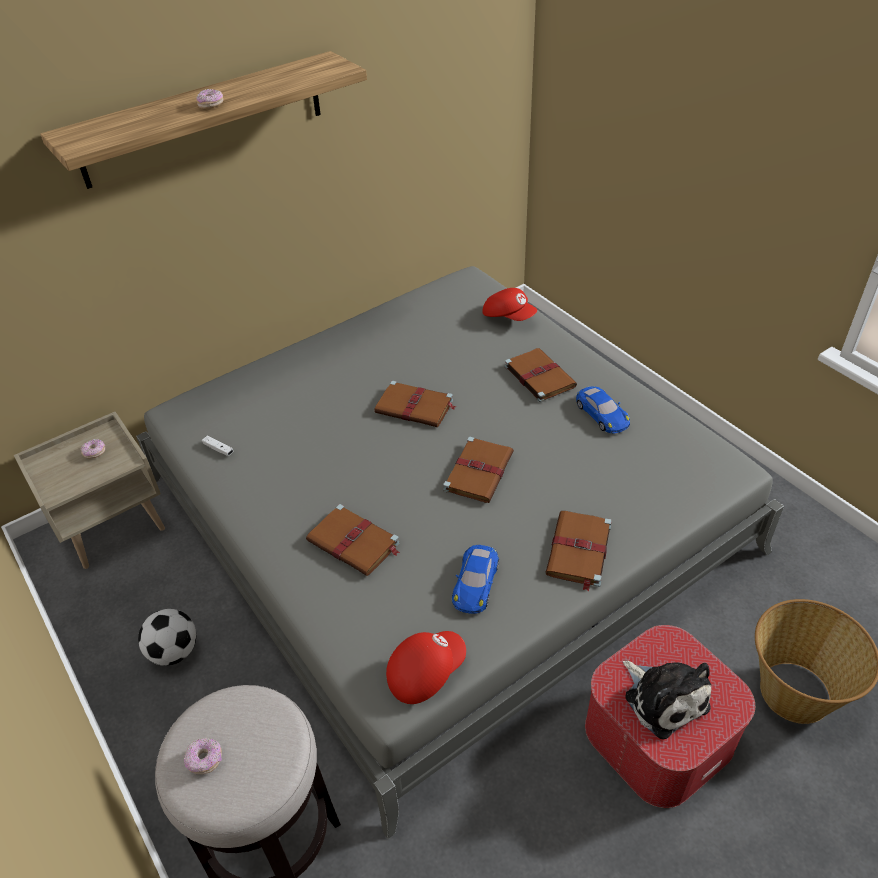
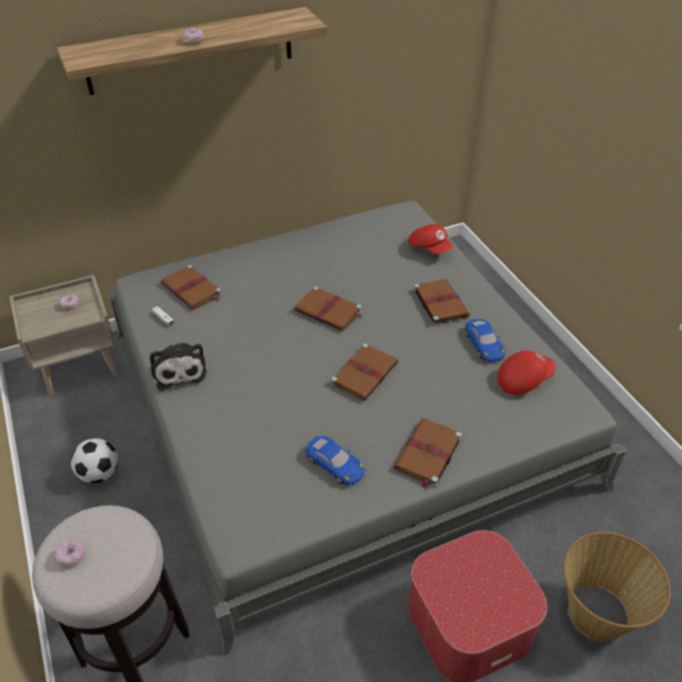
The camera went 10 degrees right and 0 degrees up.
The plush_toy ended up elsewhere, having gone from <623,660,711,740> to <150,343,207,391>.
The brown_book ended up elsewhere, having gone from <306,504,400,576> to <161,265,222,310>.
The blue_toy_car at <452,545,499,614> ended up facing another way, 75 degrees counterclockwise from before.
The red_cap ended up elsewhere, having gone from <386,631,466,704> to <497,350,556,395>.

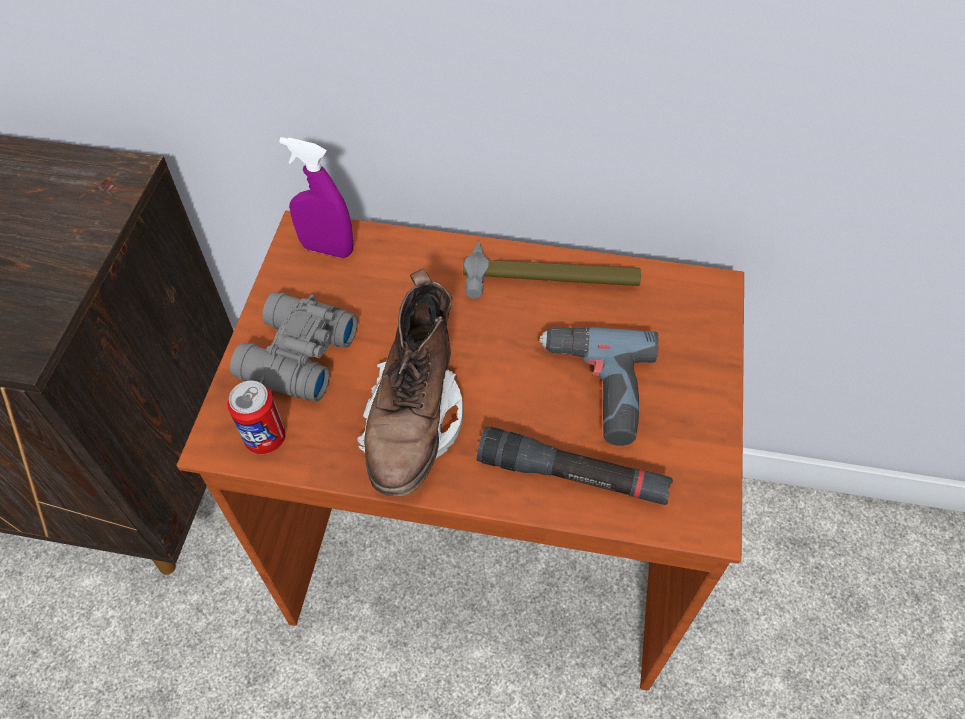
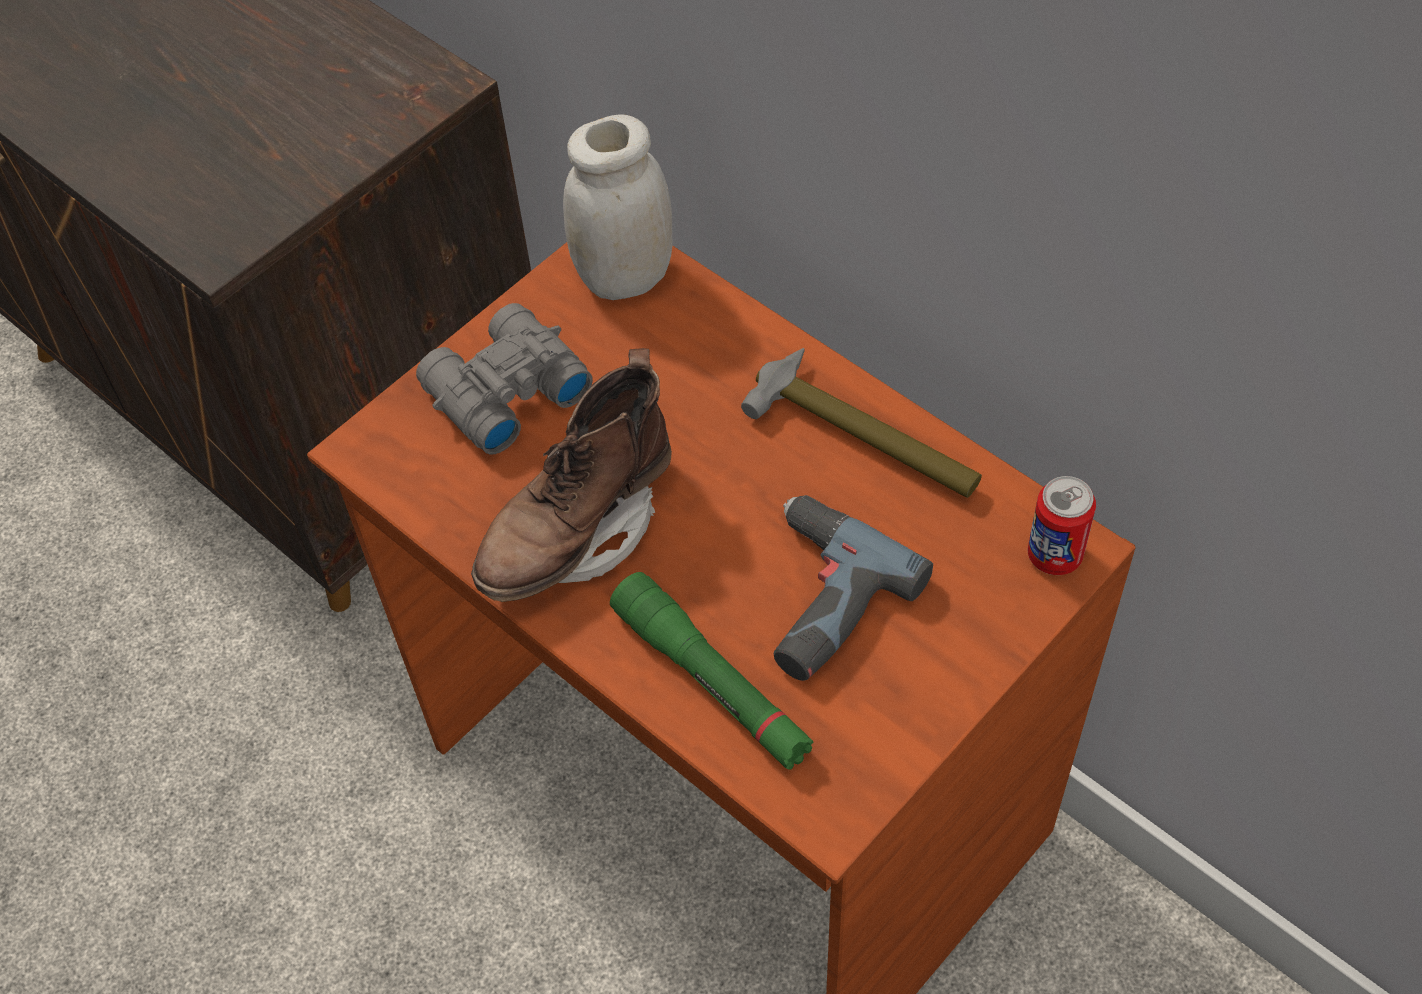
The camera went 35 degrees right and 0 degrees up.
Where the purple_spray_bottle stood at <279,137,353,258>, the white_jar came to stand at <563,114,673,300>.
What was the black_flashlight at <477,426,673,505> turned into the green_flashlight at <610,572,814,769>.
The can ended up elsewhere, having gone from <227,381,286,454> to <1028,476,1096,575>.

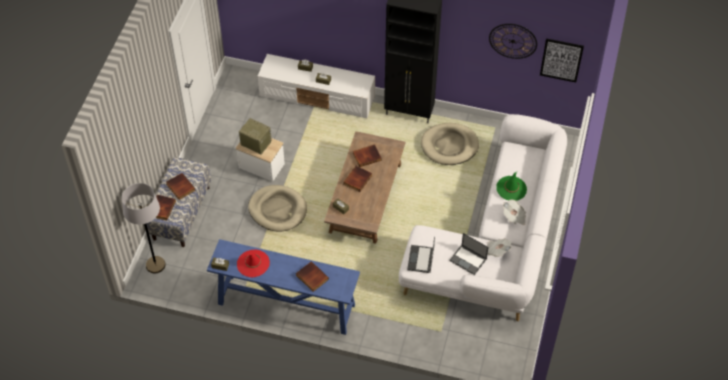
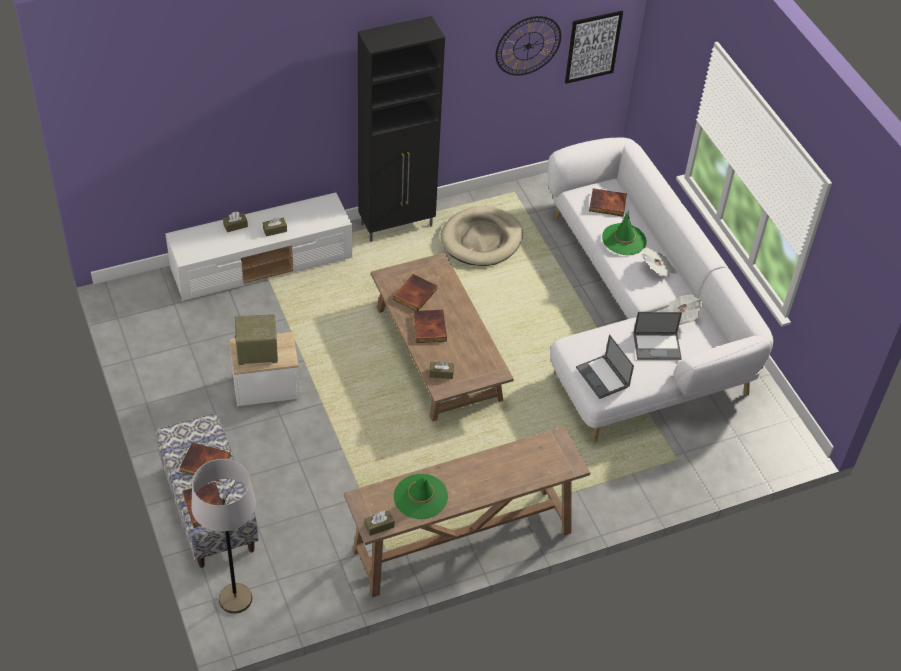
The camera went 40 degrees left and 5 degrees down.
What was the blue_console_table at <207,239,360,335> turned into the brown_console_table at <344,426,591,598>.
What was the red_hat at <237,250,270,277> turned into the green_hat at <394,474,448,519>.
The book ended up elsewhere, having gone from <296,261,329,292> to <589,188,627,216>.
The second view lost the beige_dog_bed at <248,185,307,232>.

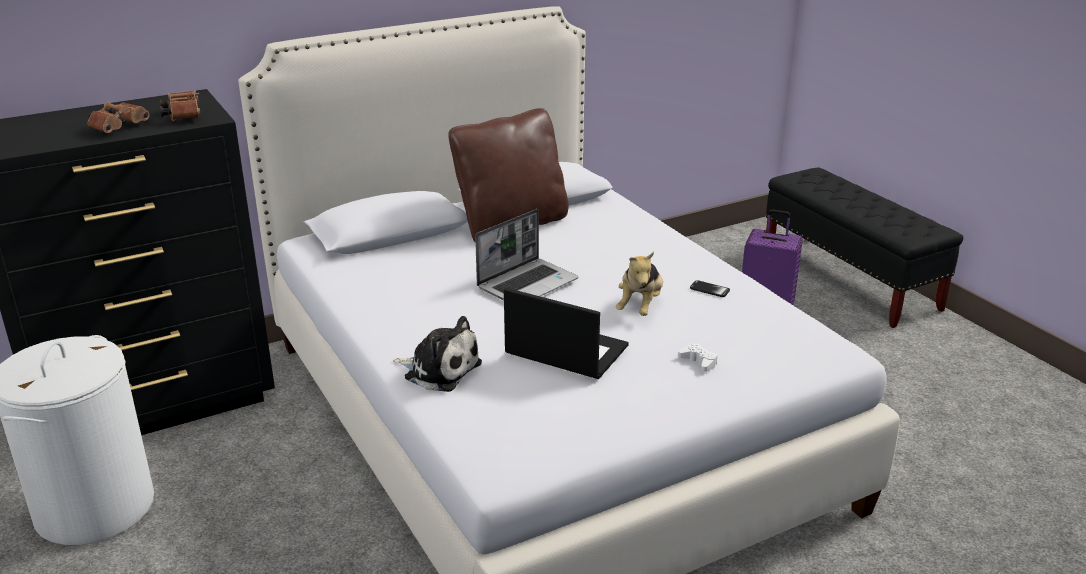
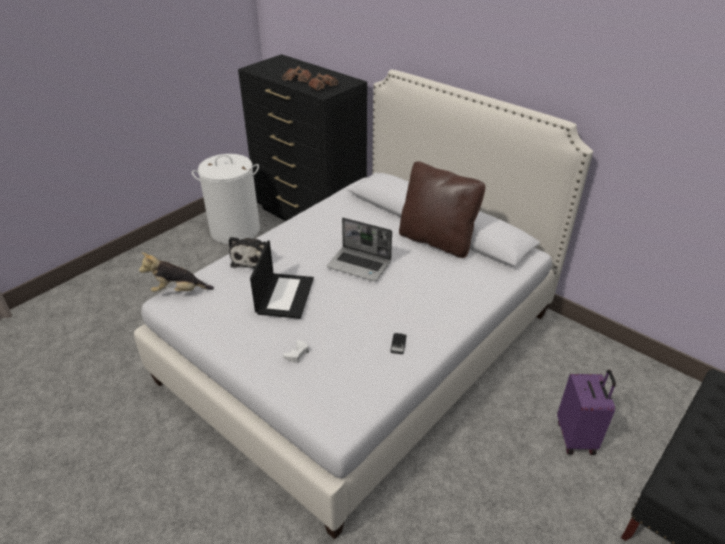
The camera went 70 degrees right and 10 degrees up.
The plush_toy ended up elsewhere, having gone from <616,252,663,316> to <139,252,214,292>.

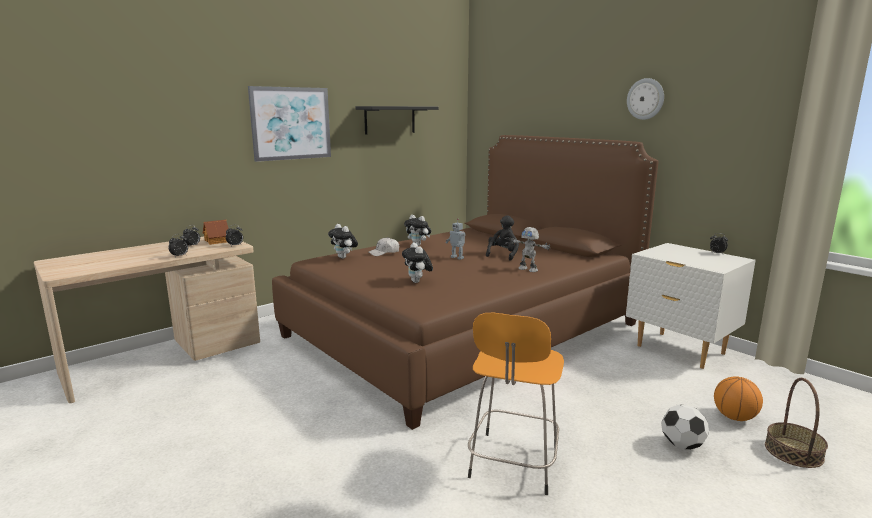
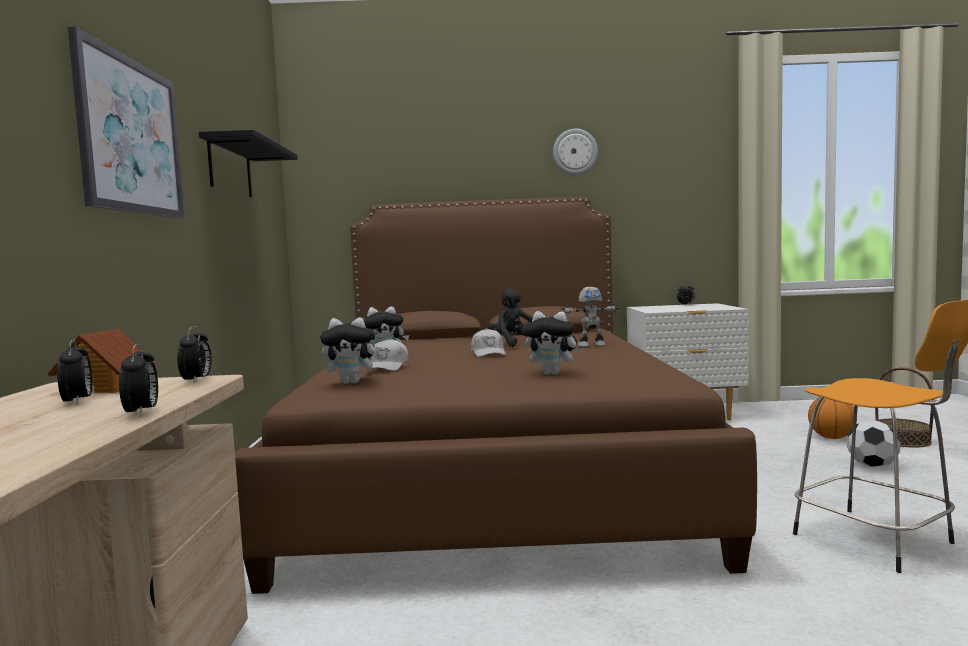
The camera went 50 degrees left and 10 degrees down.
Where the toy_robot stood at <446,219,465,260>, the white_cap came to stand at <471,328,506,357>.

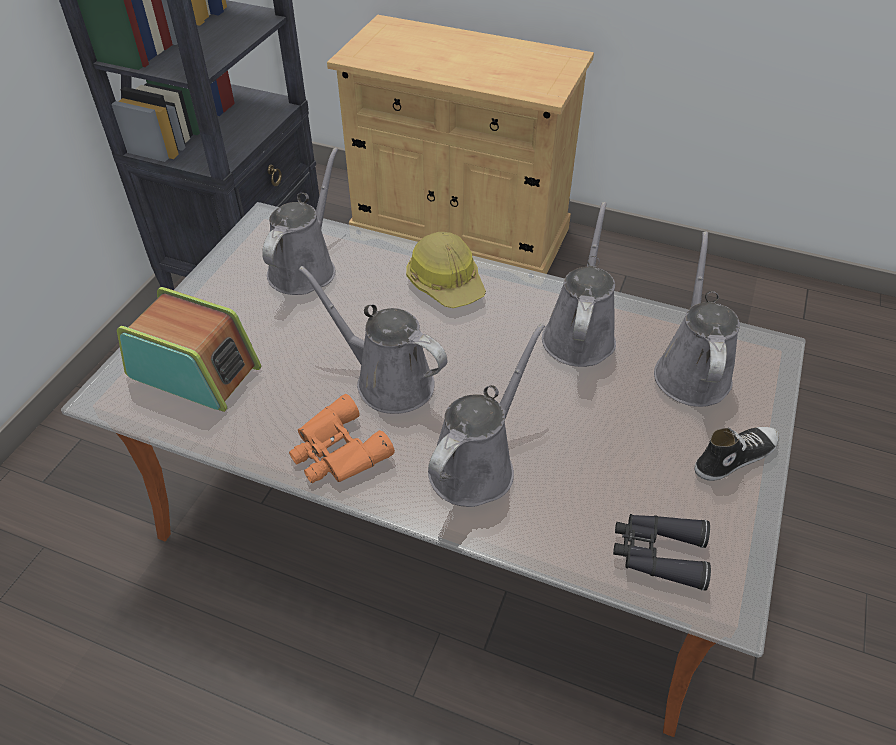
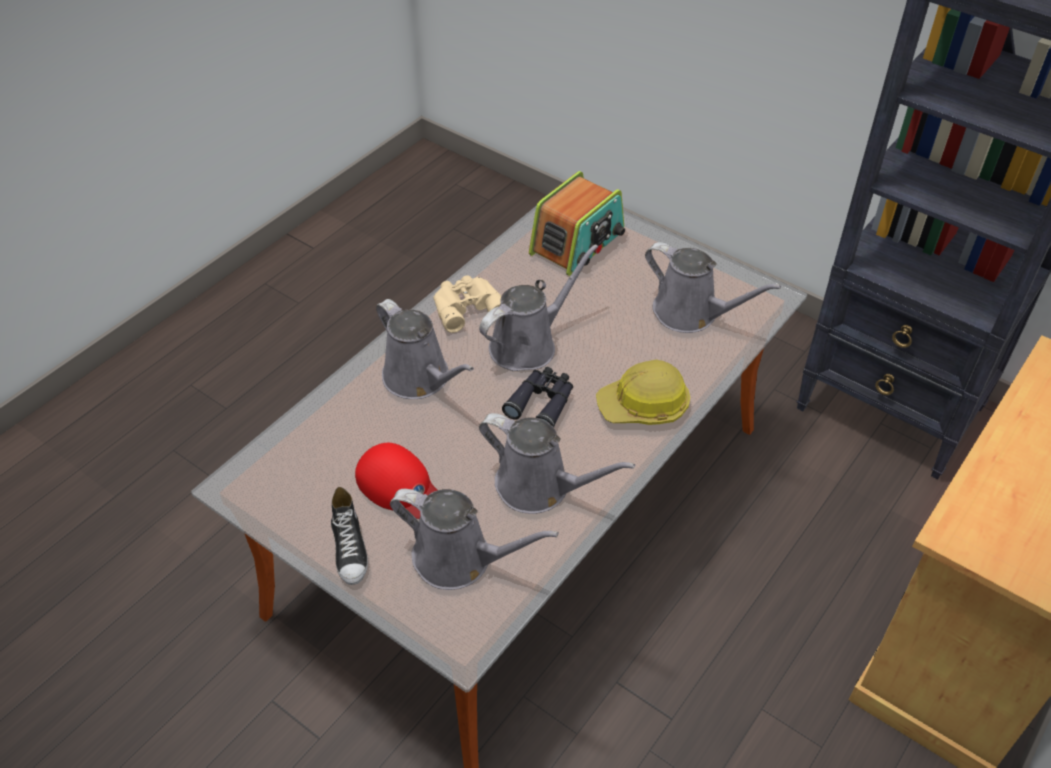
The camera went 105 degrees right and 0 degrees up.
The second view gained the red_cap at <355,443,437,519>.
What was the orange_binoculars at <289,394,395,483> turned into the beige_binoculars at <433,275,501,333>.
The black_binoculars ended up elsewhere, having gone from <613,514,711,591> to <502,367,573,427>.

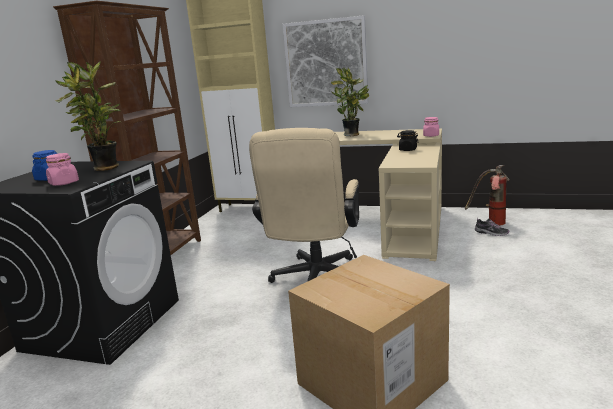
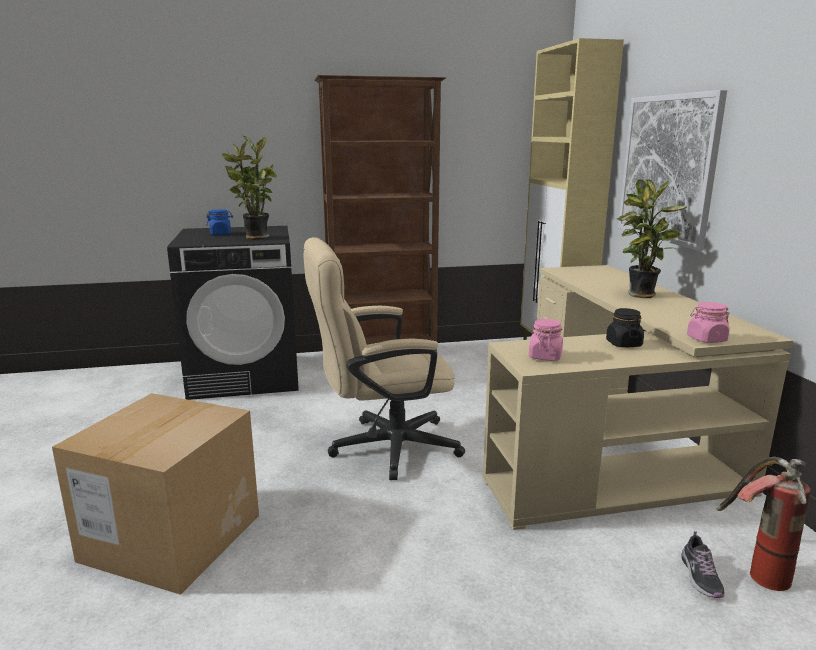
The camera went 60 degrees right and 0 degrees up.
The pink_jar ended up elsewhere, having gone from <46,153,79,186> to <529,319,563,361>.

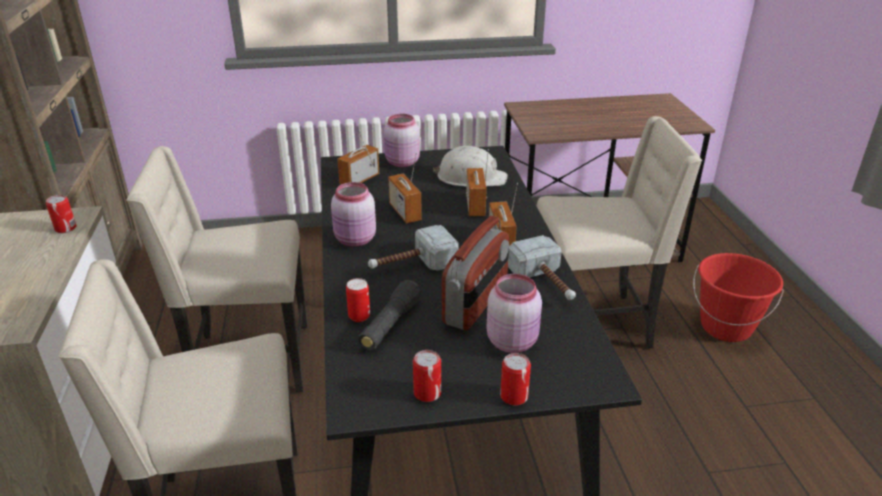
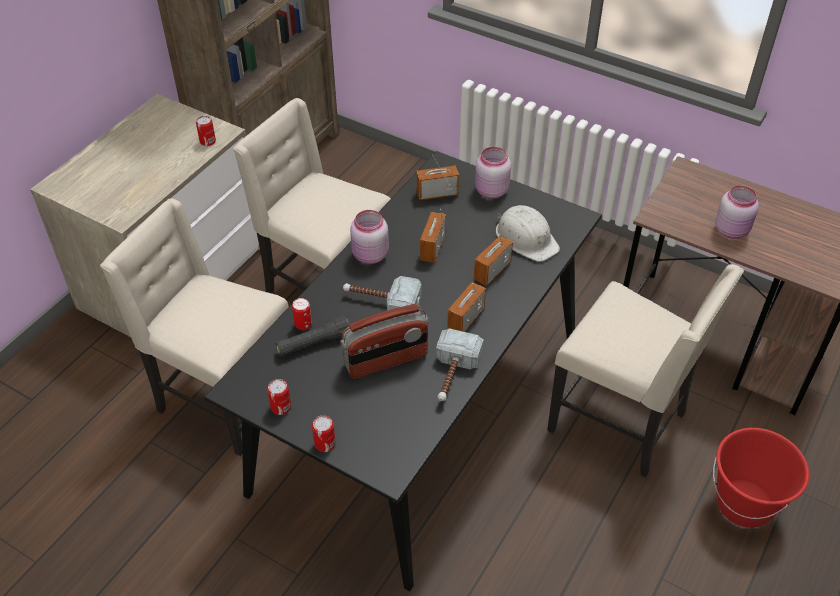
The camera went 40 degrees right and 15 degrees up.
The pink_jar ended up elsewhere, having gone from <487,274,542,353> to <715,185,759,239>.

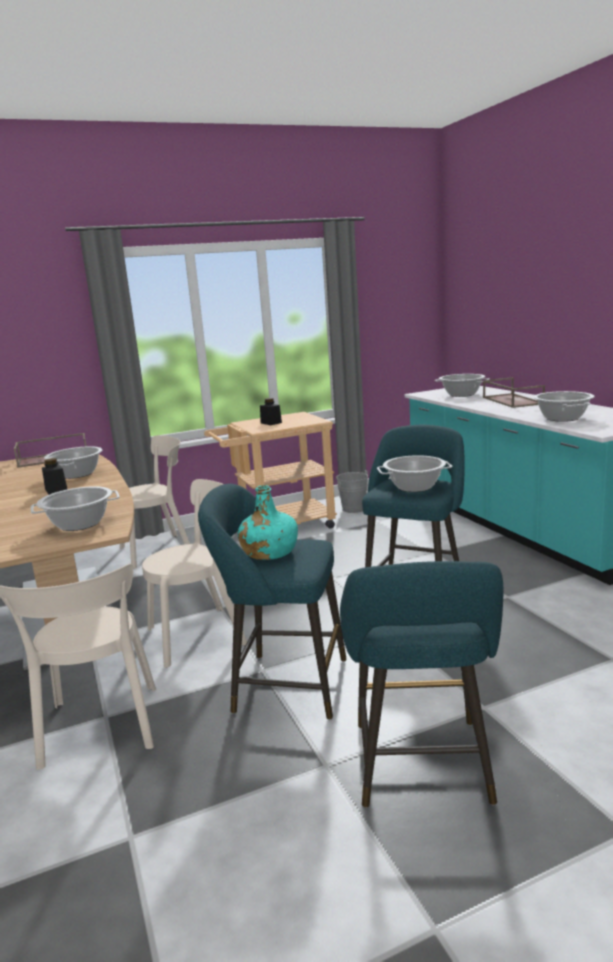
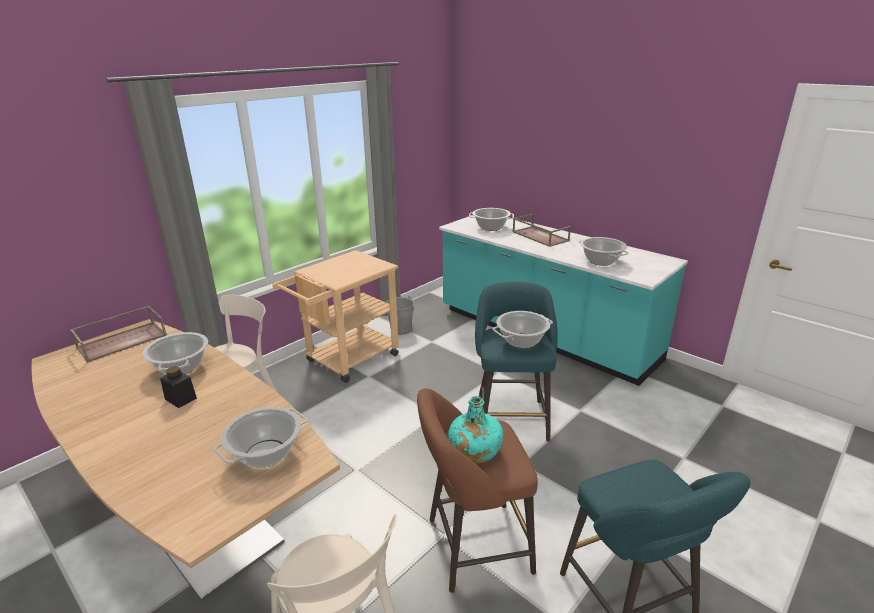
The camera went 25 degrees left and 10 degrees up.
What was the turquoise_stool at <198,484,346,720> turned into the brown_stool at <417,388,538,593>.
The second view lost the beige_chair at <142,479,247,668>.
The second view lost the black_jar at <260,398,282,425>.

